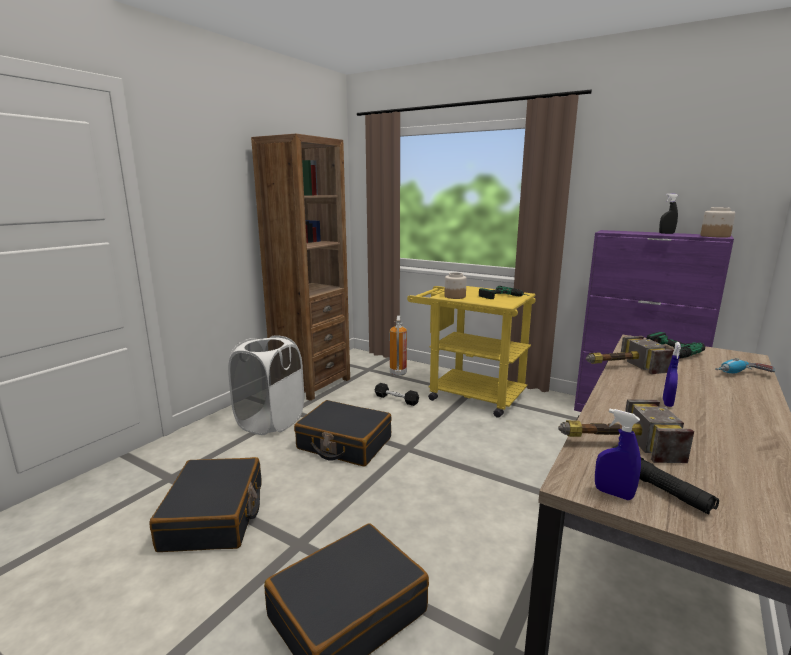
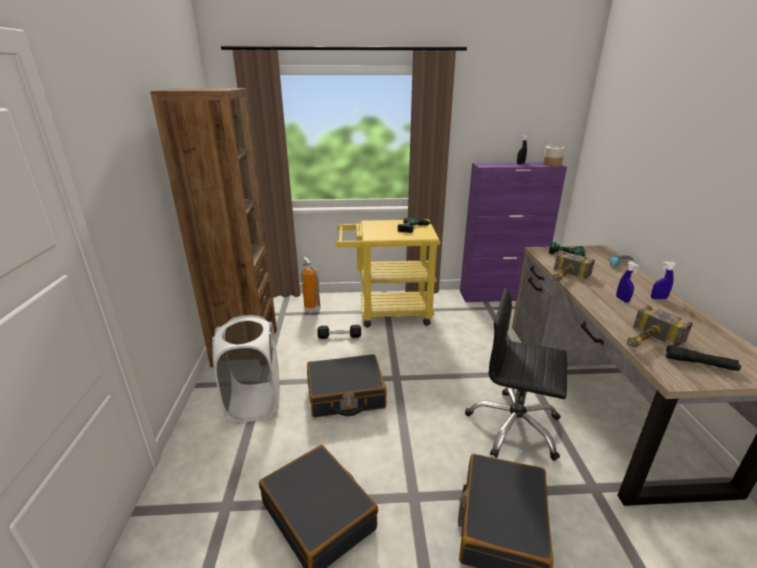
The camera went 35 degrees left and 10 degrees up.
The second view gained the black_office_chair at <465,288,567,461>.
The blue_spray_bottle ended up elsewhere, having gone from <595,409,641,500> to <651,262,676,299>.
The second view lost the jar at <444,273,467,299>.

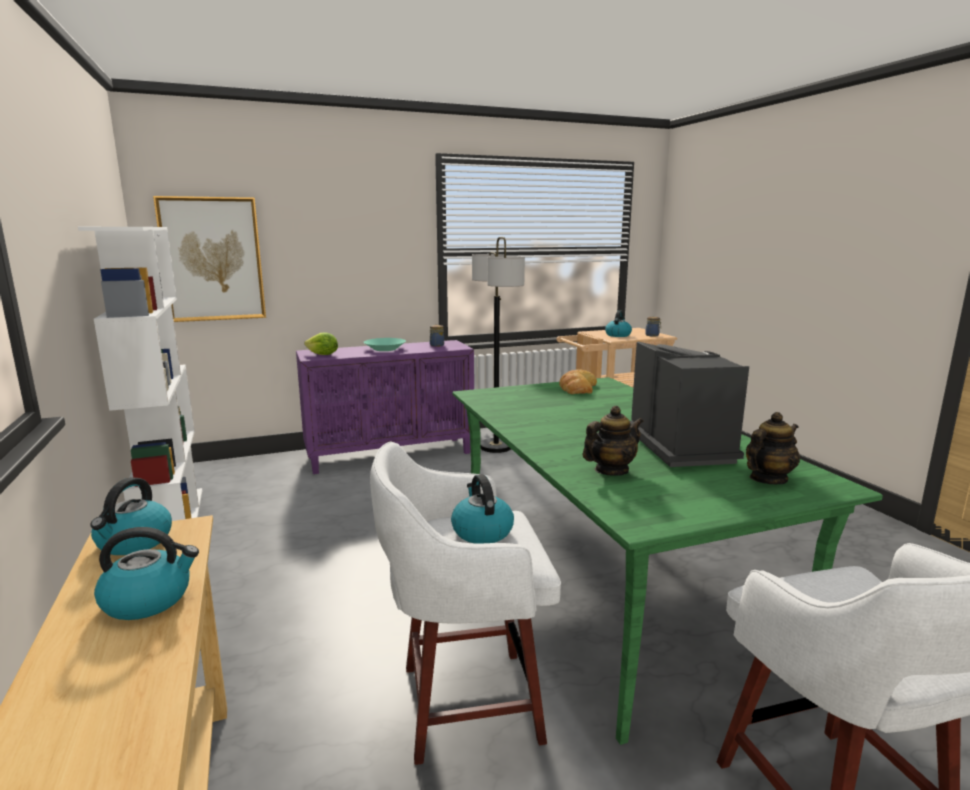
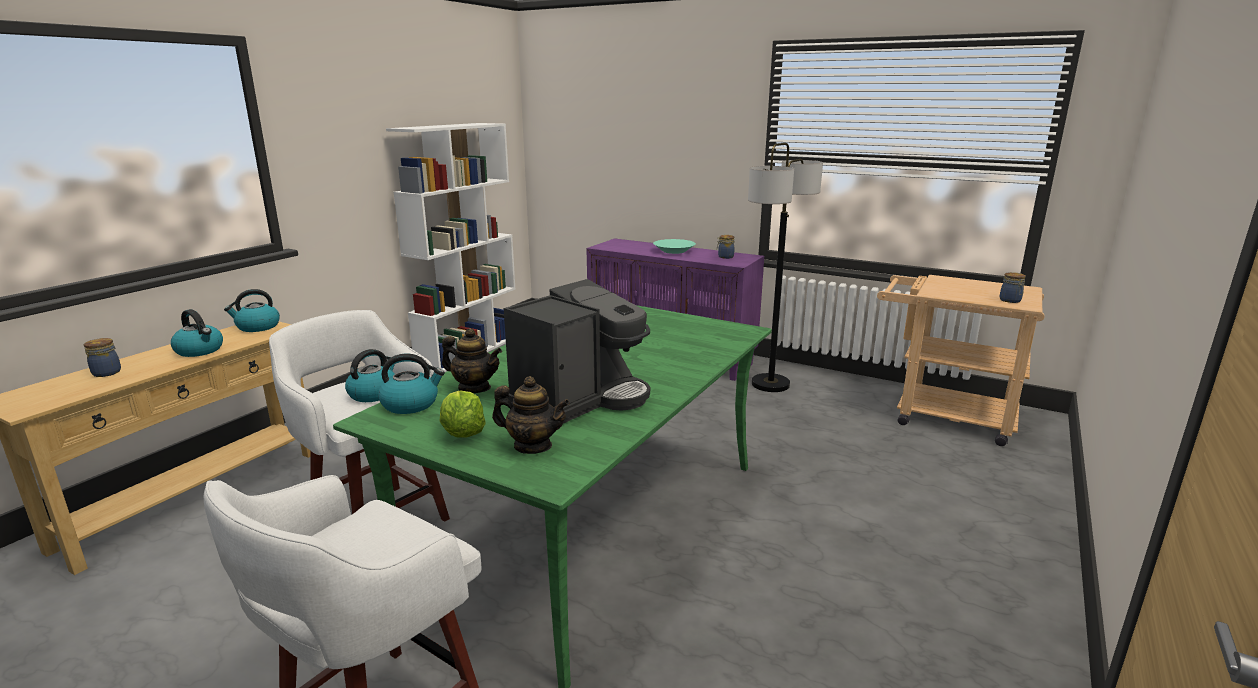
The camera went 50 degrees right and 5 degrees up.
The second view gained the jar at <84,338,121,377>.
The kettle ended up elsewhere, having gone from <605,310,632,337> to <378,354,445,414>.
The lettuce ended up elsewhere, having gone from <304,332,338,355> to <440,390,486,438>.
The second view lost the picture at <153,196,266,322>.
The second view lost the bread at <559,369,597,394>.

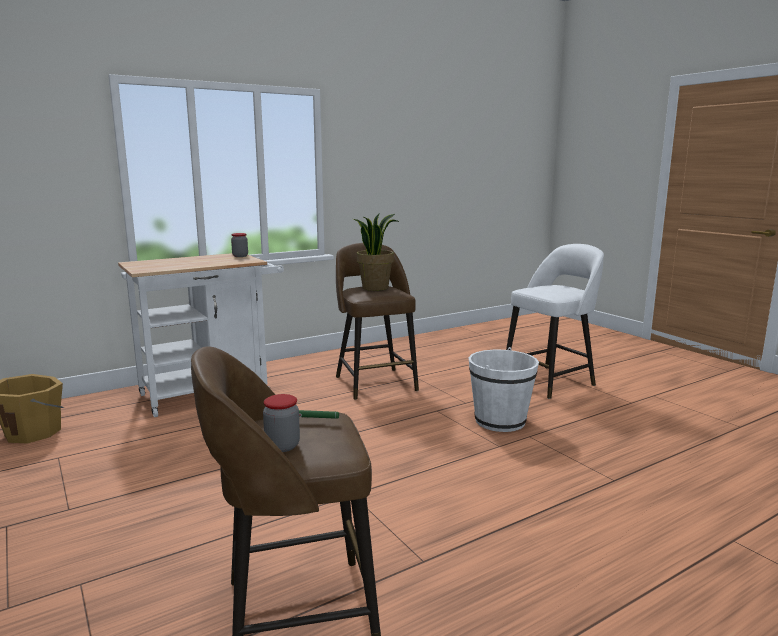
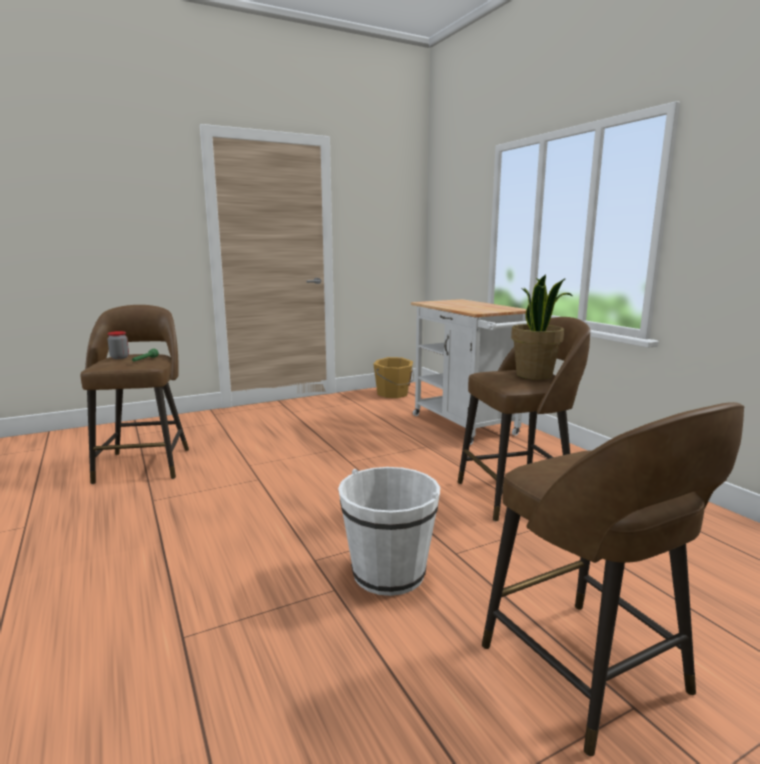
The camera went 95 degrees right and 0 degrees up.
What was the white_stool at <506,244,604,399> turned into the brown_stool at <482,402,744,756>.
The second view lost the jar at <231,233,248,257>.

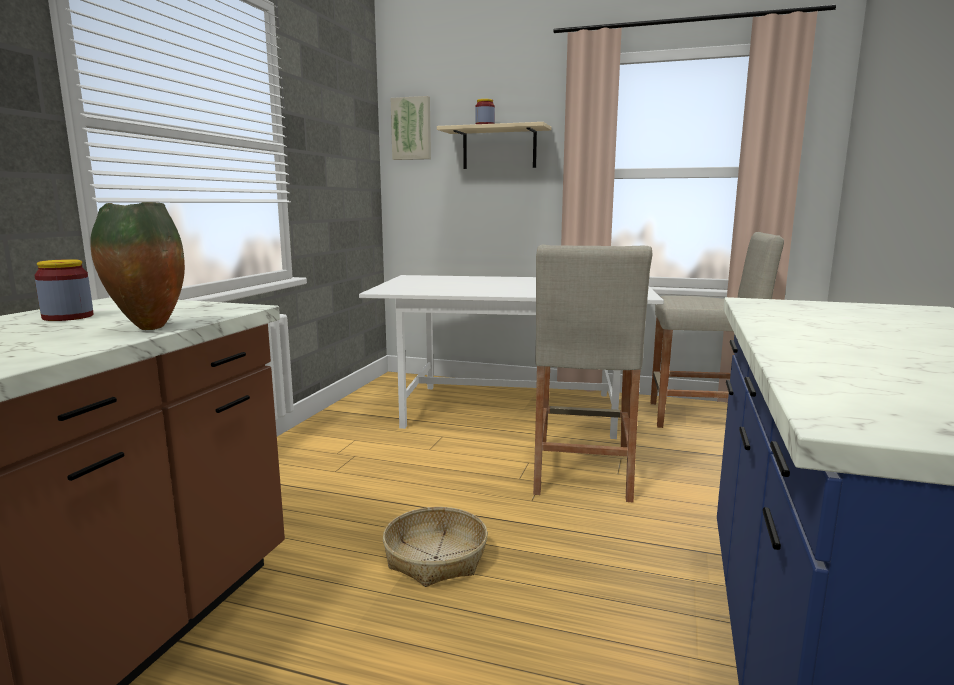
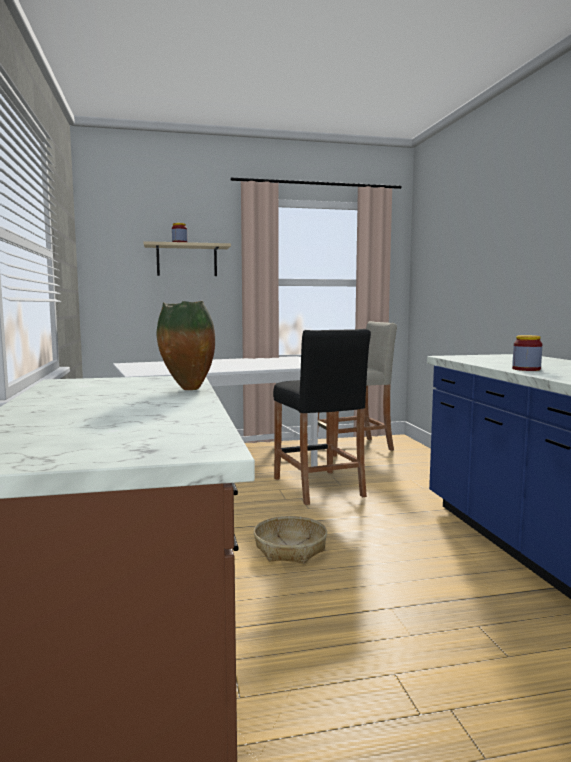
The camera went 30 degrees left and 5 degrees down.
What was the beige_stool at <533,244,653,502> turned into the black_stool at <273,329,371,505>.
The jar ended up elsewhere, having gone from <34,259,94,321> to <512,335,542,371>.
The second view lost the picture at <391,96,431,160>.

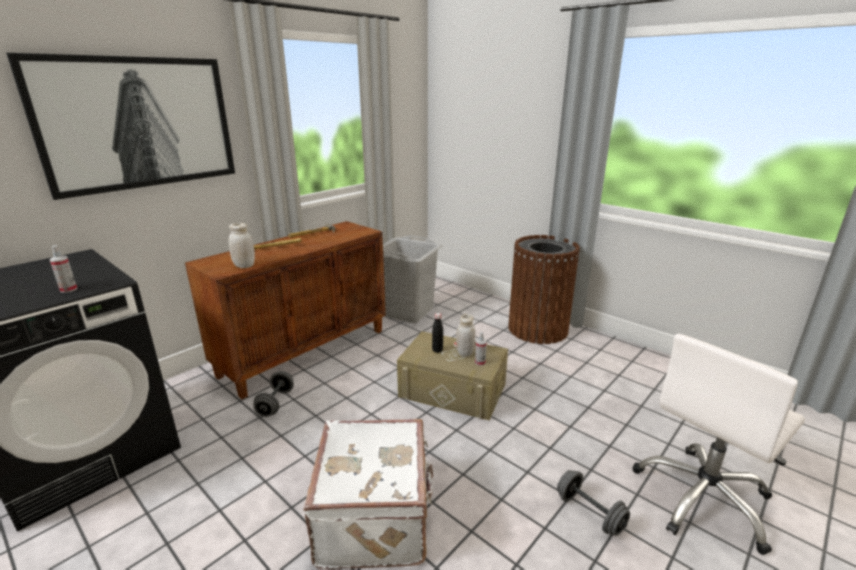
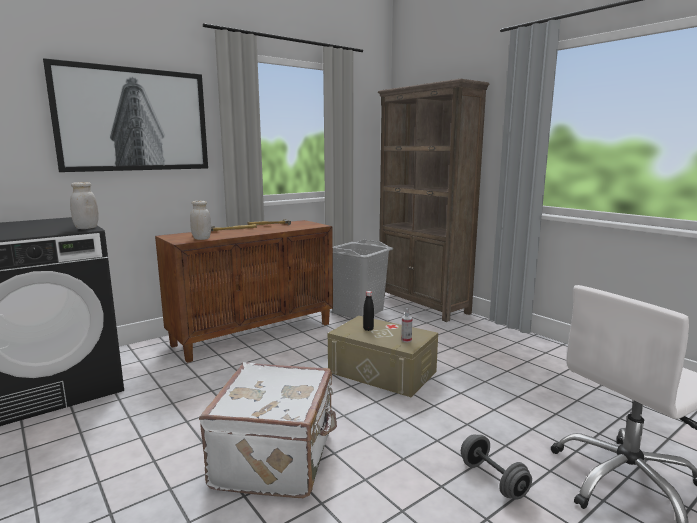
The camera went 10 degrees right and 10 degrees down.
The white_jar ended up elsewhere, having gone from <456,314,475,357> to <70,182,99,229>.
The second view gained the brown_bookcase at <378,79,489,322>.
The second view lost the spray_bottle at <49,245,78,293>.
The second view lost the grey_dumbbell at <254,371,294,417>.
The second view lost the brown_trash_can at <508,235,580,344>.

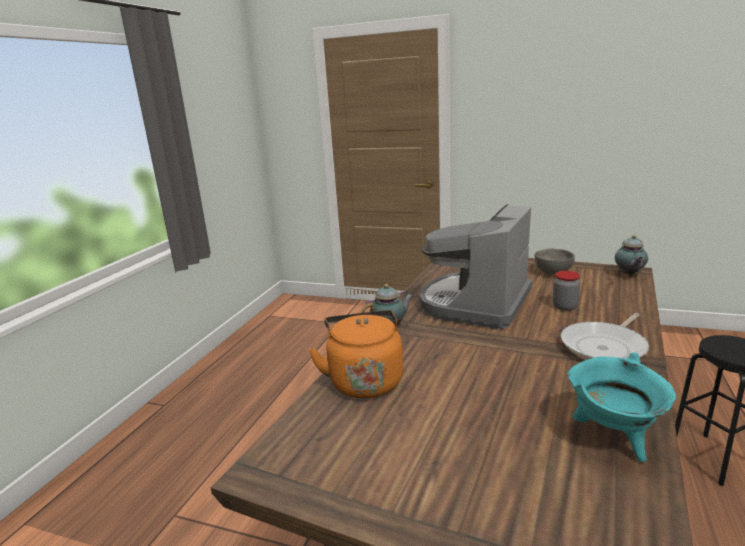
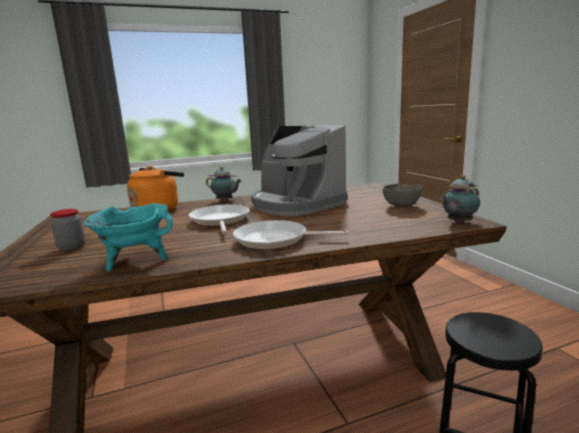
The camera went 50 degrees right and 5 degrees down.
The jar ended up elsewhere, having gone from <552,271,580,311> to <50,209,85,251>.
The second view gained the frying_pan at <189,204,249,234>.
The coffee_machine at <419,204,532,329> ended up facing another way, 120 degrees counterclockwise from before.

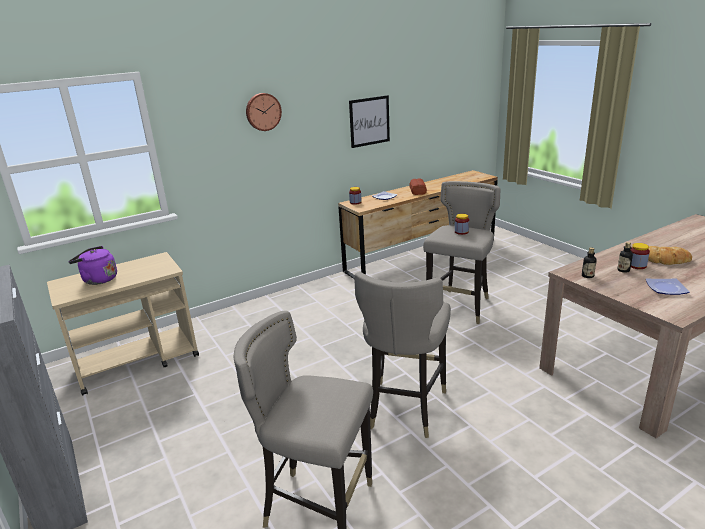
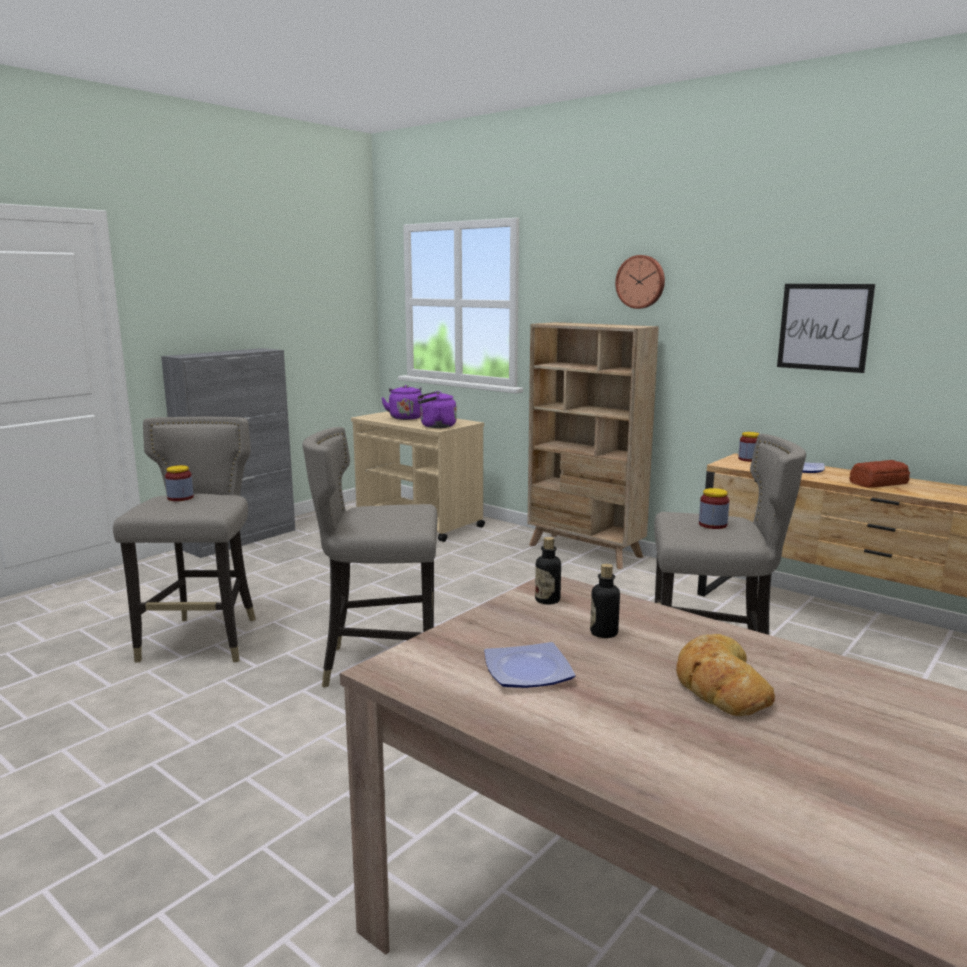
The camera went 70 degrees right and 10 degrees down.
The jar ended up elsewhere, having gone from <630,243,650,269> to <165,465,194,501>.
The second view gained the purple_kettle at <418,391,457,428>.
The second view gained the beige_bookcase at <527,322,659,569>.

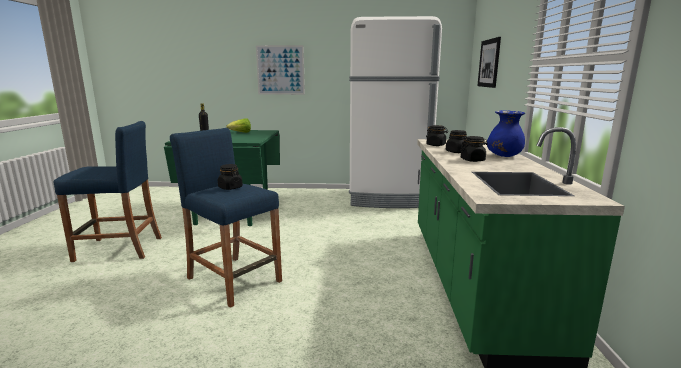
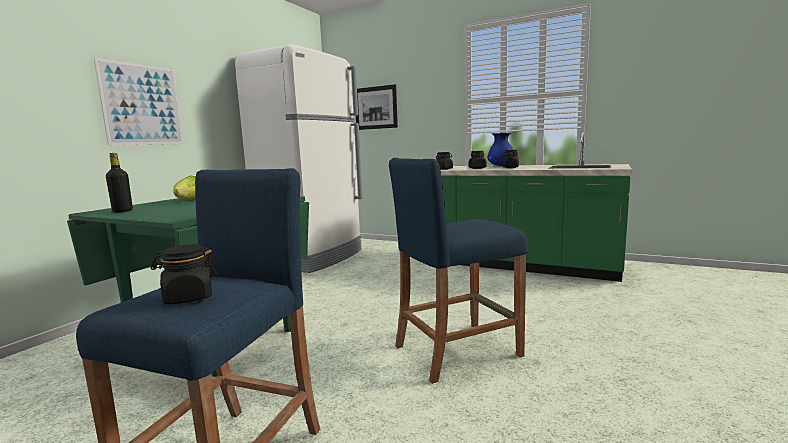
The camera went 65 degrees left and 5 degrees down.
The black_jar ended up elsewhere, having gone from <218,164,243,190> to <150,244,217,304>.

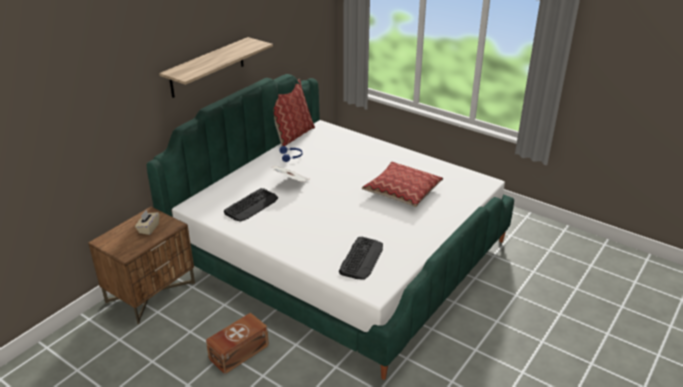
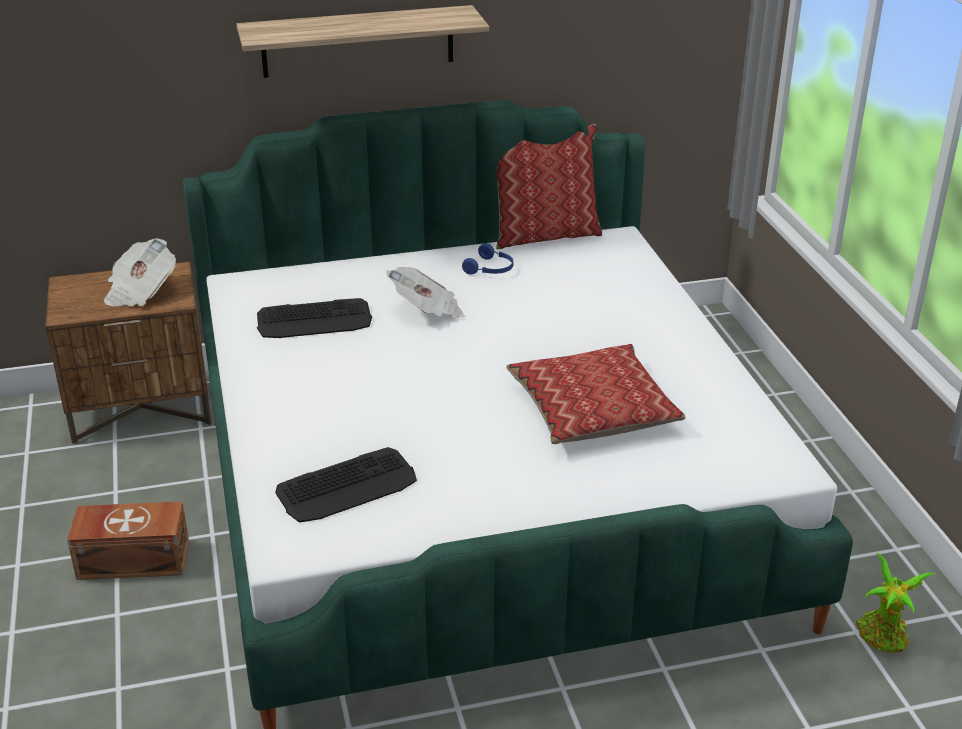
The camera went 40 degrees right and 0 degrees up.
Where the beige_tissue_box stood at <135,210,159,235>, the newspaper came to stand at <104,238,176,306>.
The second view gained the potted_plant at <856,553,936,653>.

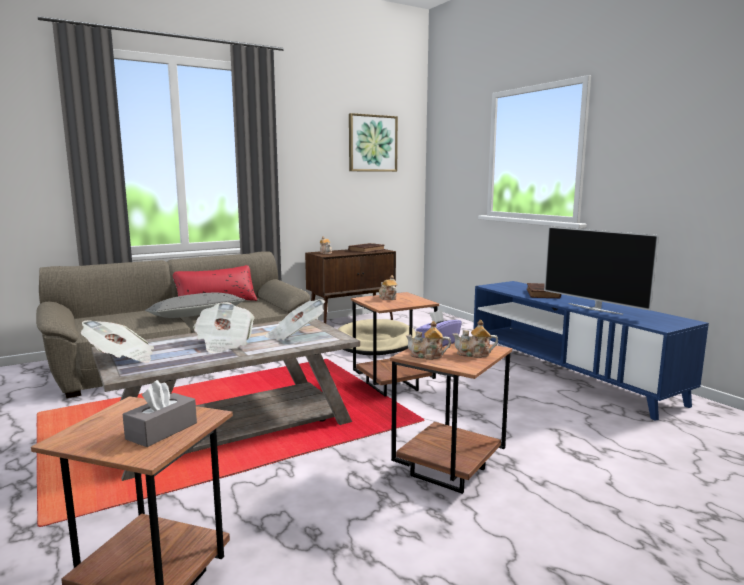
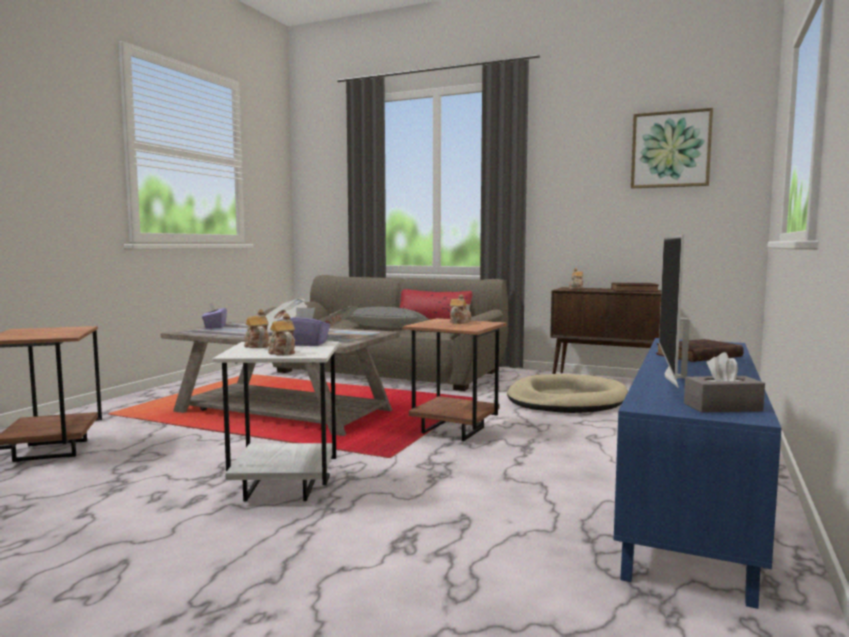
The camera went 55 degrees right and 5 degrees down.
Where the newspaper stood at <81,320,154,362>, the purple_tissue_box came to stand at <202,302,227,328>.
What was the brown_side_table at <390,343,512,494> turned into the white_side_table at <212,342,339,502>.
The grey_tissue_box ended up elsewhere, having gone from <123,380,197,447> to <684,352,765,413>.

